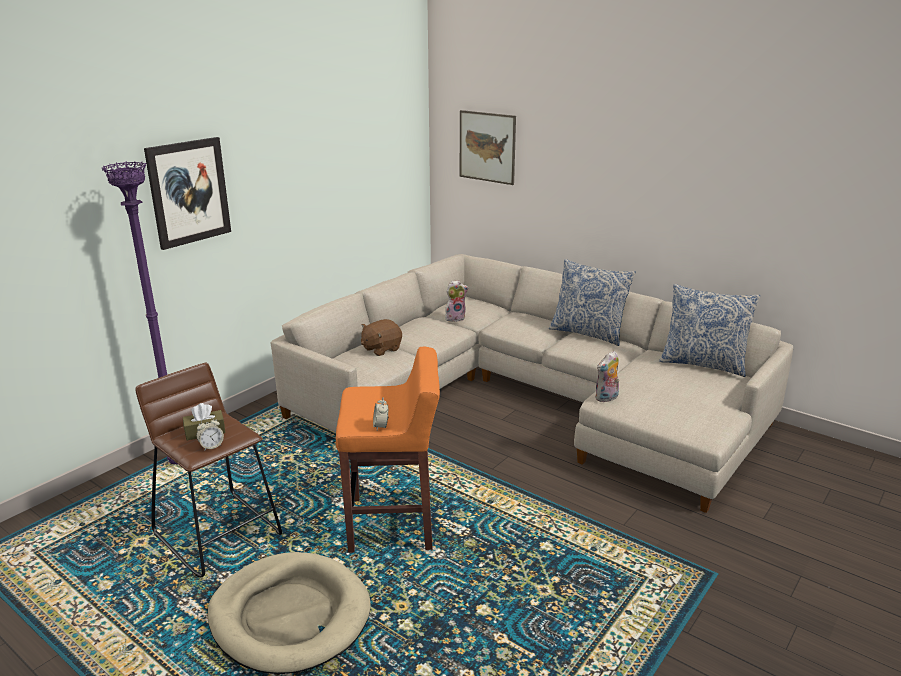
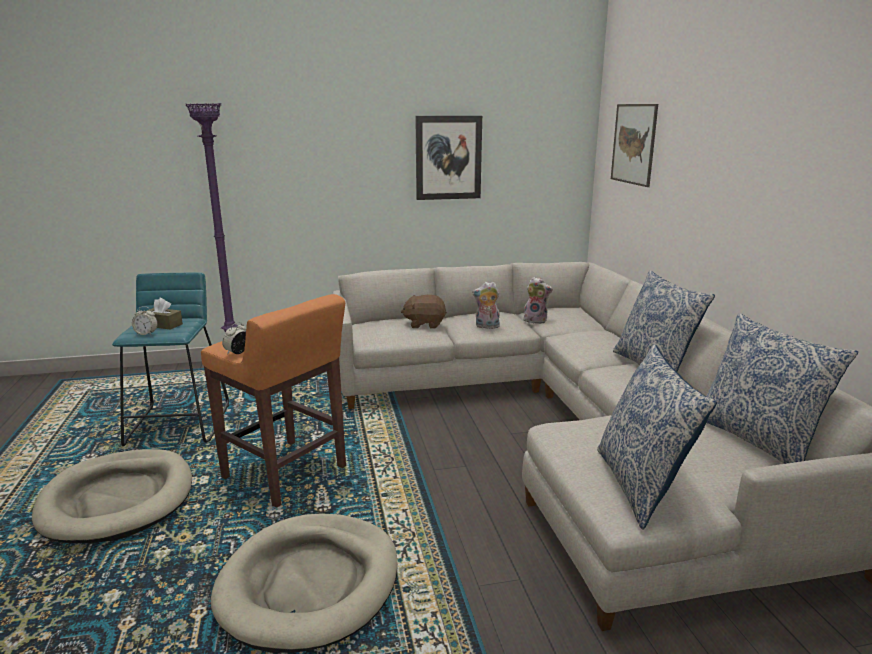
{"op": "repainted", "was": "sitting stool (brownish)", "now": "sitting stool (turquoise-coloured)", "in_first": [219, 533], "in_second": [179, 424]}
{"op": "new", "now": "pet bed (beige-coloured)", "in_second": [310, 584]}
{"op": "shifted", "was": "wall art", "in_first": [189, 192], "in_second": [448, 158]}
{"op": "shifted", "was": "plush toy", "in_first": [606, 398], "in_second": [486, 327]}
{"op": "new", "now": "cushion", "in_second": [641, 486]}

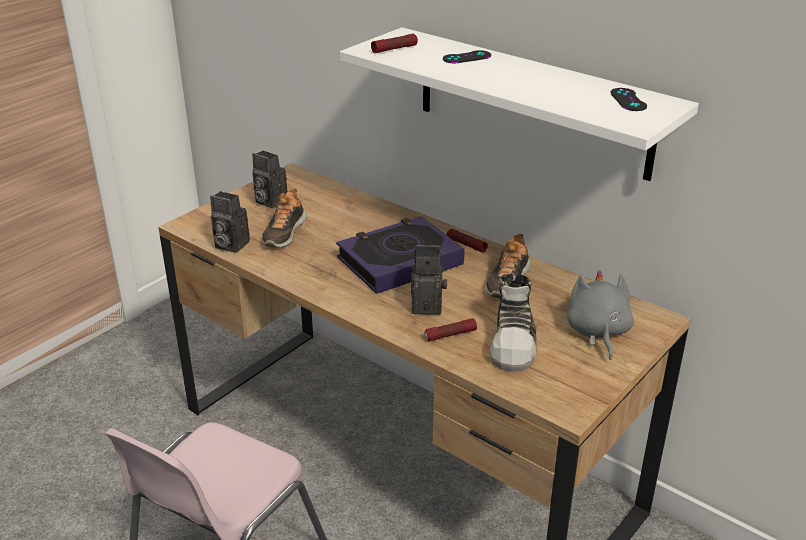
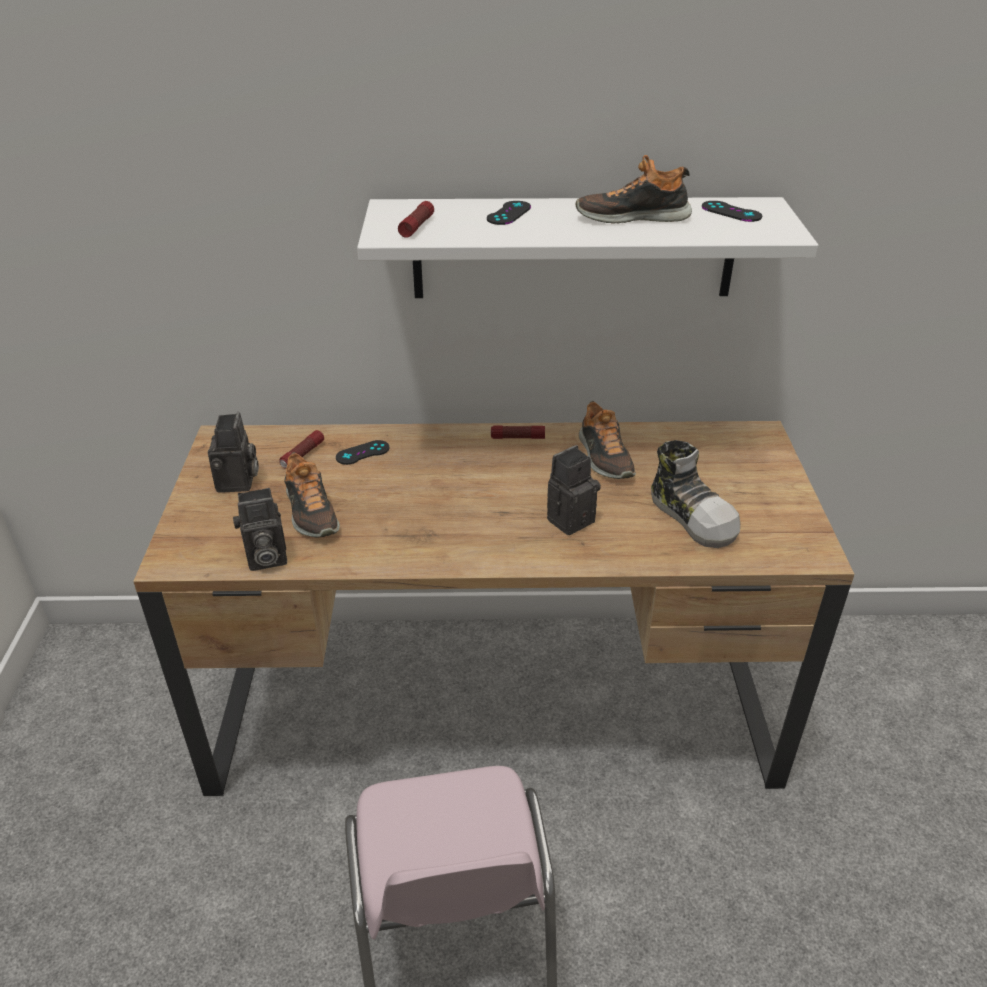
{"op": "rotated", "was": "still camera", "in_first": [269, 201], "in_second": [238, 483], "clockwise": -90}
{"op": "shifted", "was": "torch", "in_first": [450, 335], "in_second": [302, 455]}
{"op": "new", "now": "gamepad (blackish)", "in_second": [362, 453]}
{"op": "new", "now": "shoe", "in_second": [632, 217]}
{"op": "gone", "was": "volume", "in_first": [399, 261]}
{"op": "gone", "was": "plush toy (gray)", "in_first": [597, 332]}

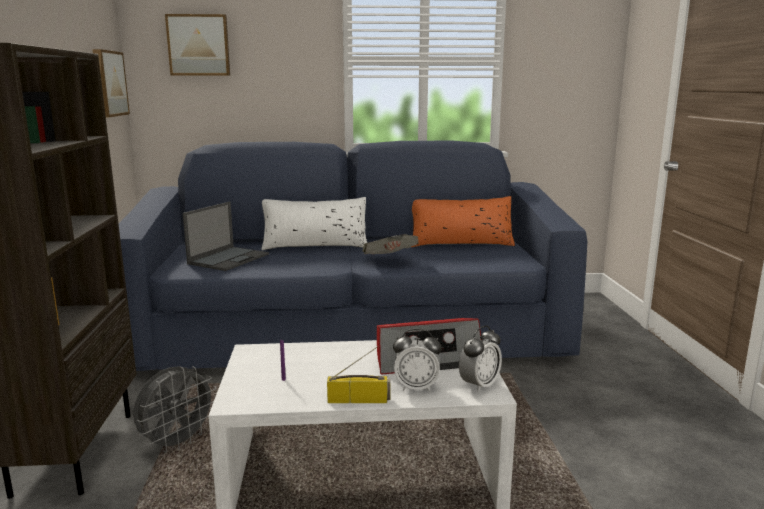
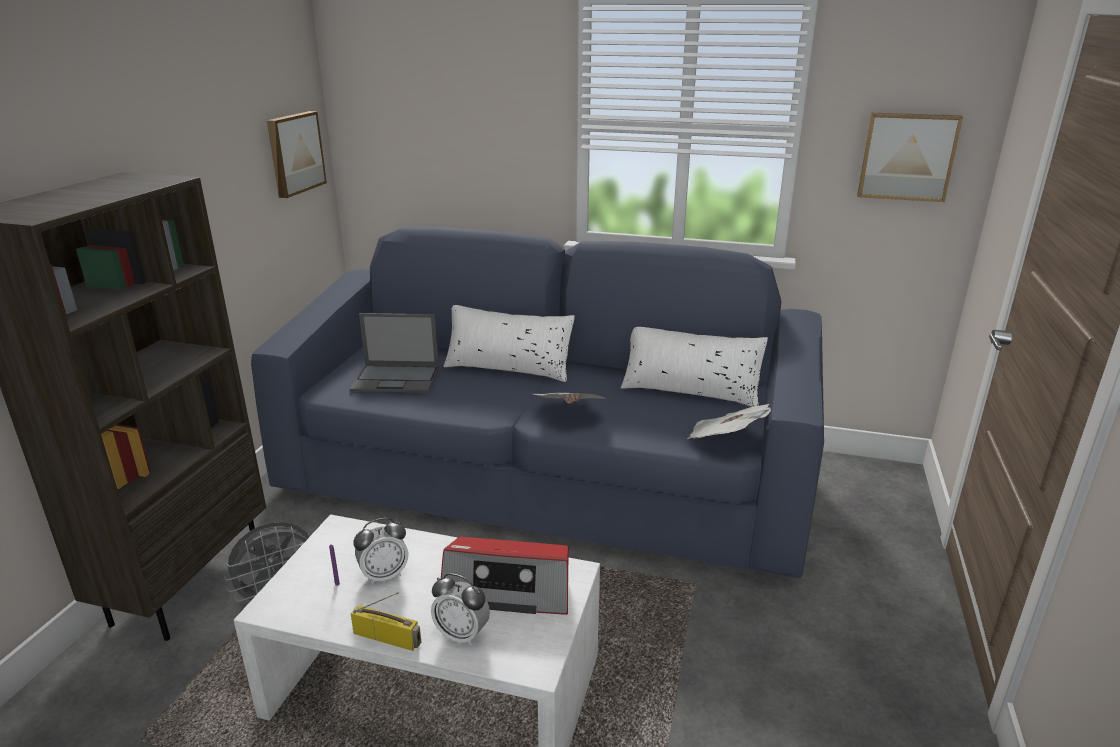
{"op": "rotated", "was": "laptop", "in_first": [229, 259], "in_second": [397, 379], "clockwise": 45}
{"op": "shifted", "was": "table clock", "in_first": [479, 385], "in_second": [384, 575]}
{"op": "repainted", "was": "cushion (orange-coloured)", "now": "cushion (whitish)", "in_first": [461, 243], "in_second": [690, 391]}
{"op": "new", "now": "newspaper", "in_second": [725, 440]}
{"op": "shifted", "was": "wall art", "in_first": [199, 45], "in_second": [907, 156]}

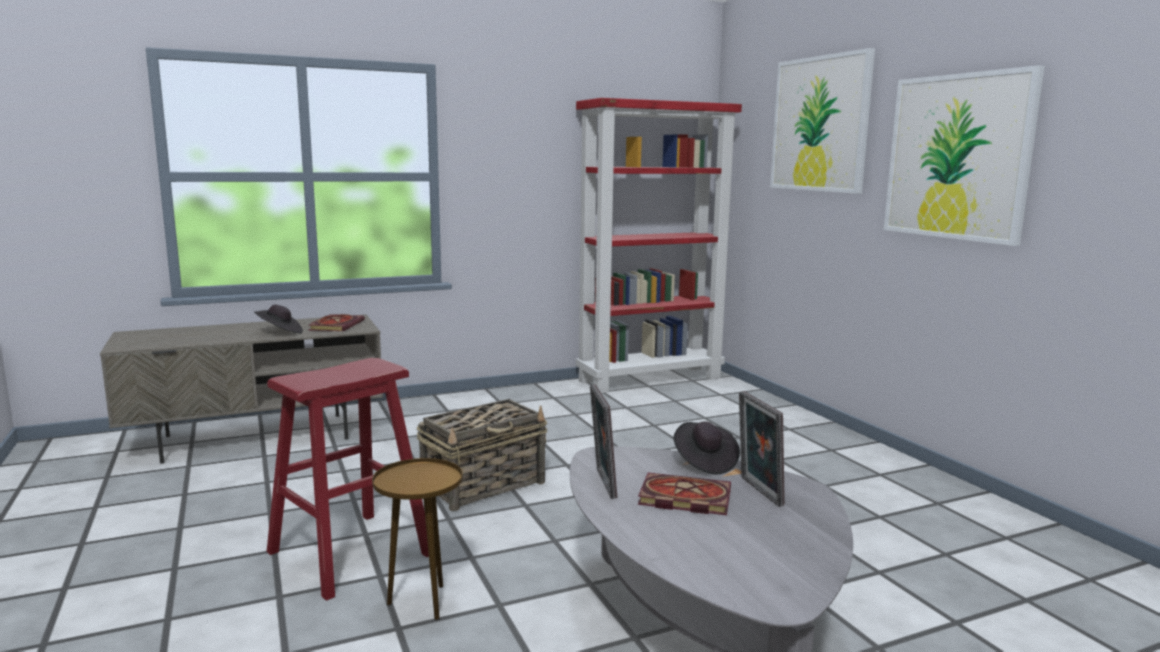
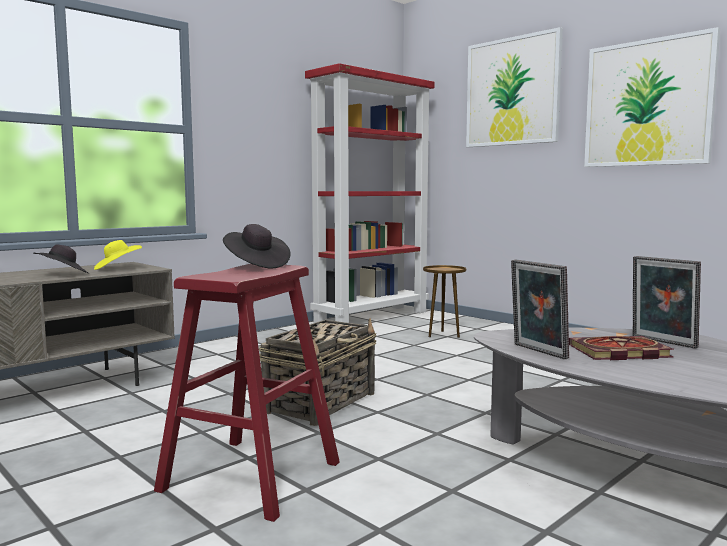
{"op": "swapped", "was": "volume", "now": "hat (yellowish)", "in_first": [336, 325], "in_second": [117, 268]}
{"op": "shifted", "was": "hat (blackish)", "in_first": [704, 462], "in_second": [256, 265]}
{"op": "shifted", "was": "accent table (brownish)", "in_first": [422, 602], "in_second": [443, 335]}

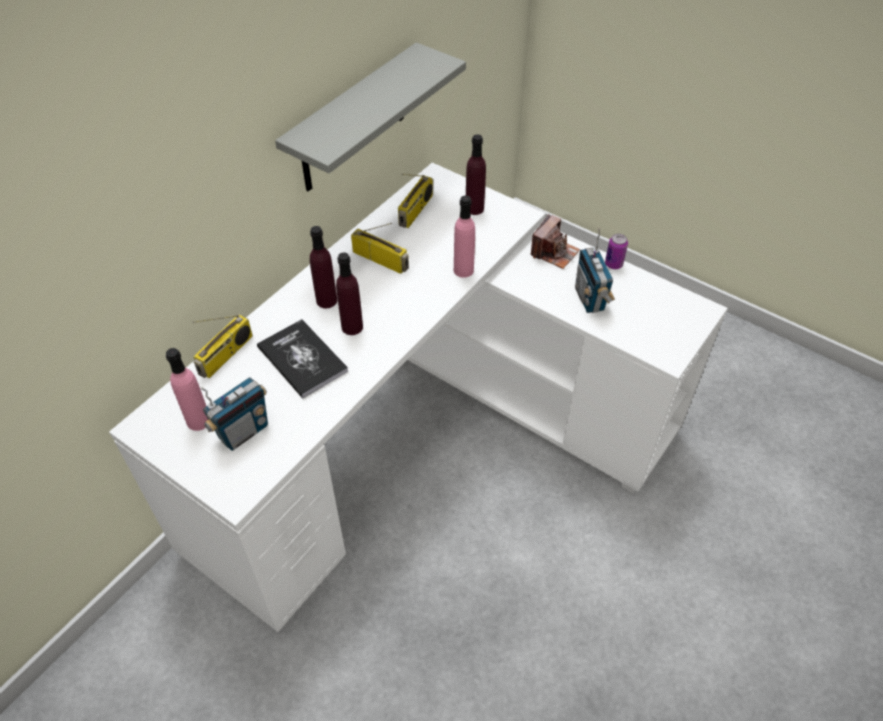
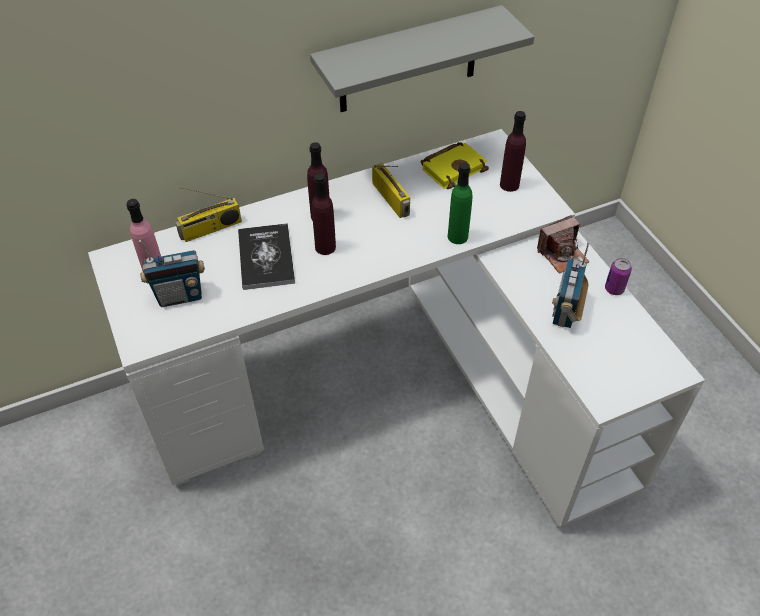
{"op": "swapped", "was": "radio", "now": "volume (yellowish)", "in_first": [416, 211], "in_second": [453, 167]}
{"op": "repainted", "was": "beverage bottle (pink-coloured)", "now": "beverage bottle (greenish)", "in_first": [463, 270], "in_second": [457, 236]}

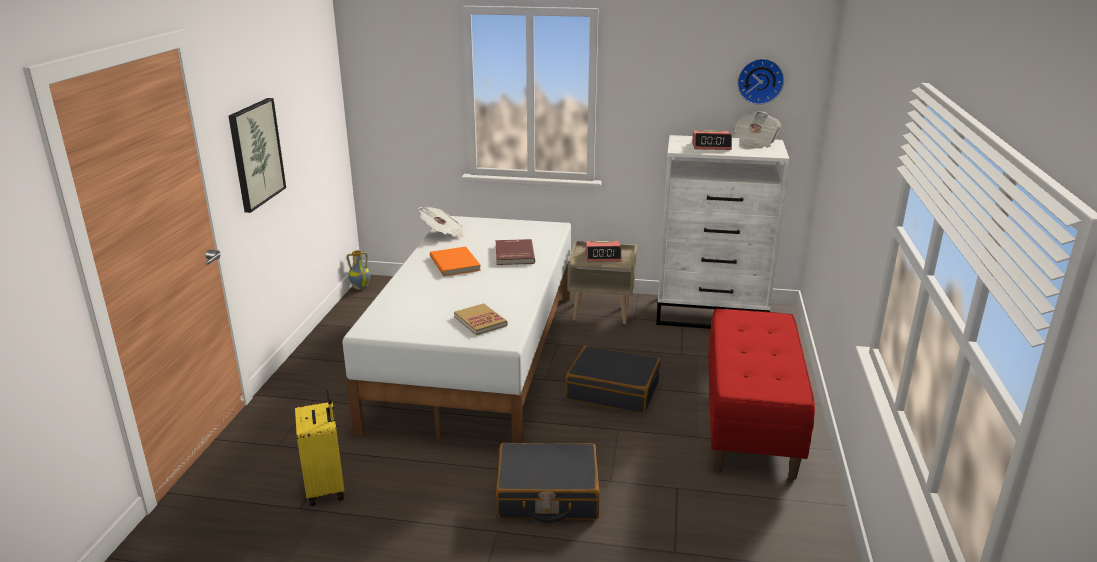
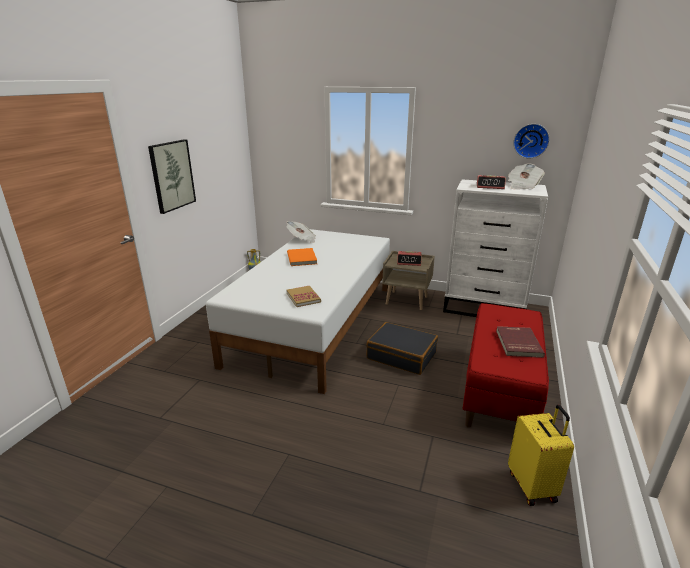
{"op": "shifted", "was": "volume (reddish)", "in_first": [513, 254], "in_second": [517, 343]}
{"op": "shifted", "was": "piece of luggage (yellowish)", "in_first": [327, 488], "in_second": [533, 486]}
{"op": "gone", "was": "piece of luggage (blackish)", "in_first": [547, 495]}

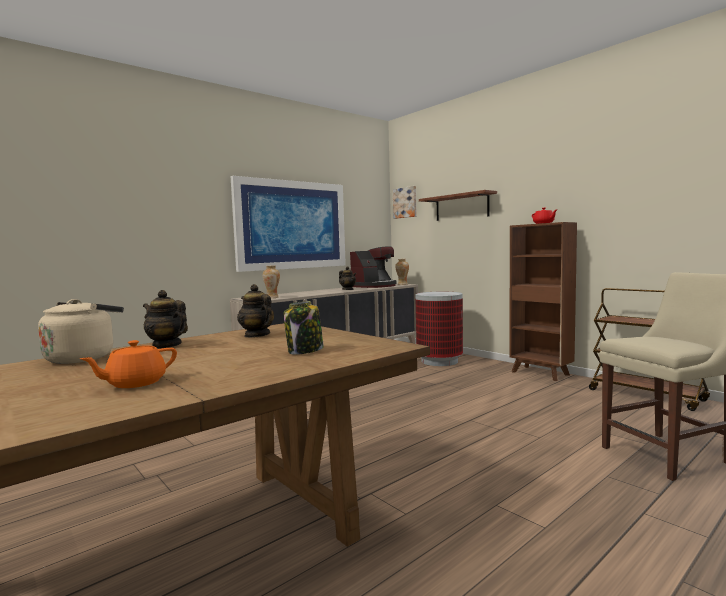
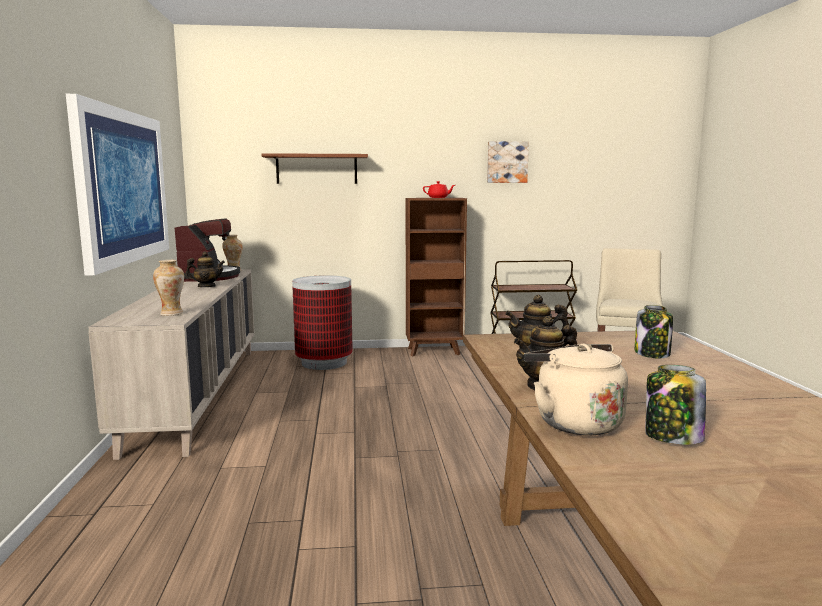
{"op": "shifted", "was": "wall art", "in_first": [405, 202], "in_second": [507, 162]}
{"op": "new", "now": "preserve jar", "in_second": [672, 437]}
{"op": "gone", "was": "teapot (orange-coloured)", "in_first": [135, 383]}

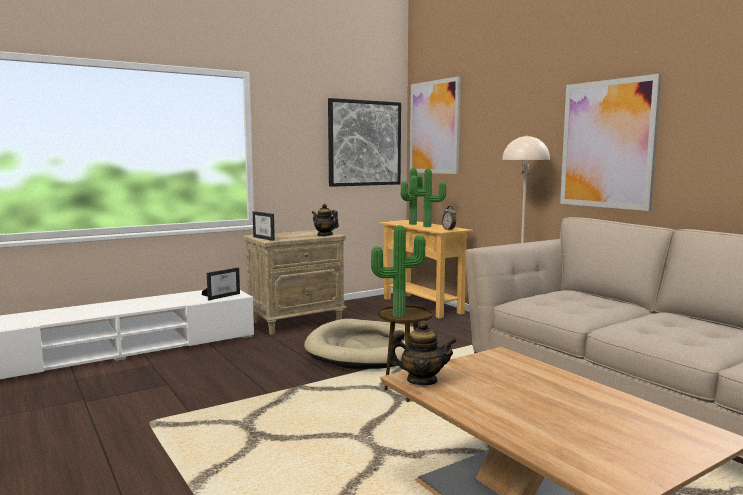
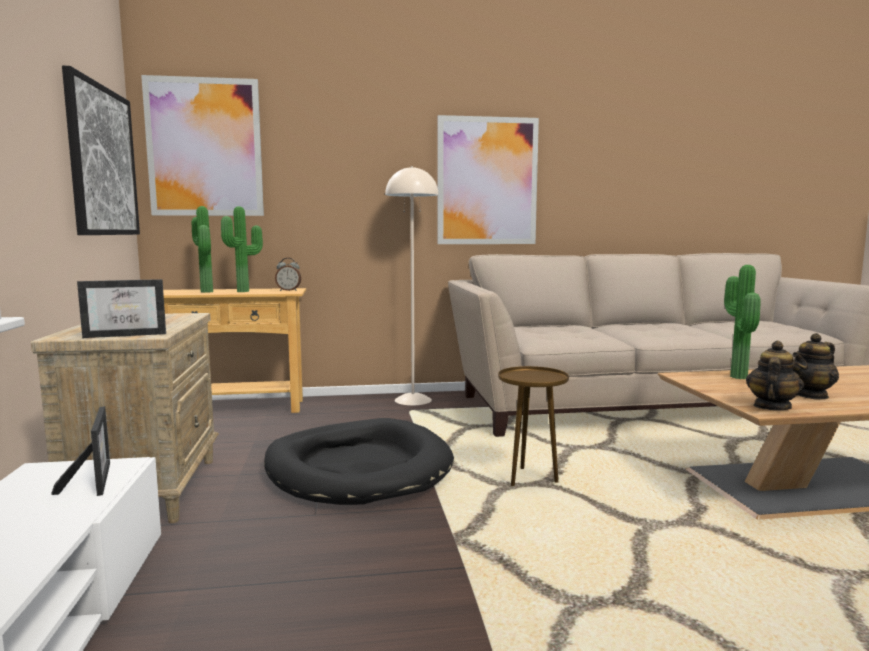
{"op": "repainted", "was": "pet bed (beige-coloured)", "now": "pet bed (blackish)", "in_first": [367, 350], "in_second": [358, 468]}
{"op": "shifted", "was": "houseplant", "in_first": [397, 314], "in_second": [735, 377]}
{"op": "shifted", "was": "teapot", "in_first": [324, 235], "in_second": [810, 395]}

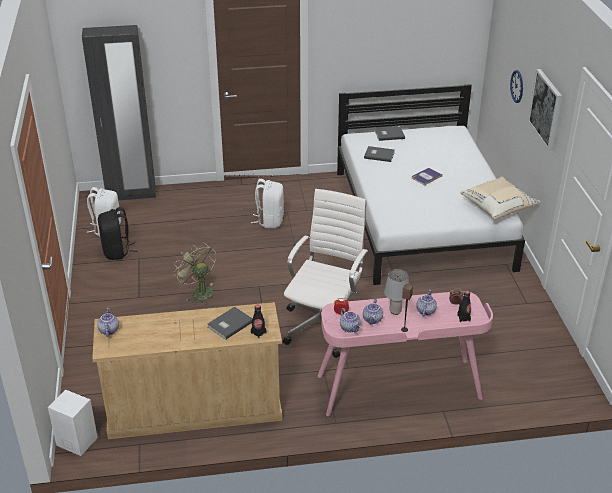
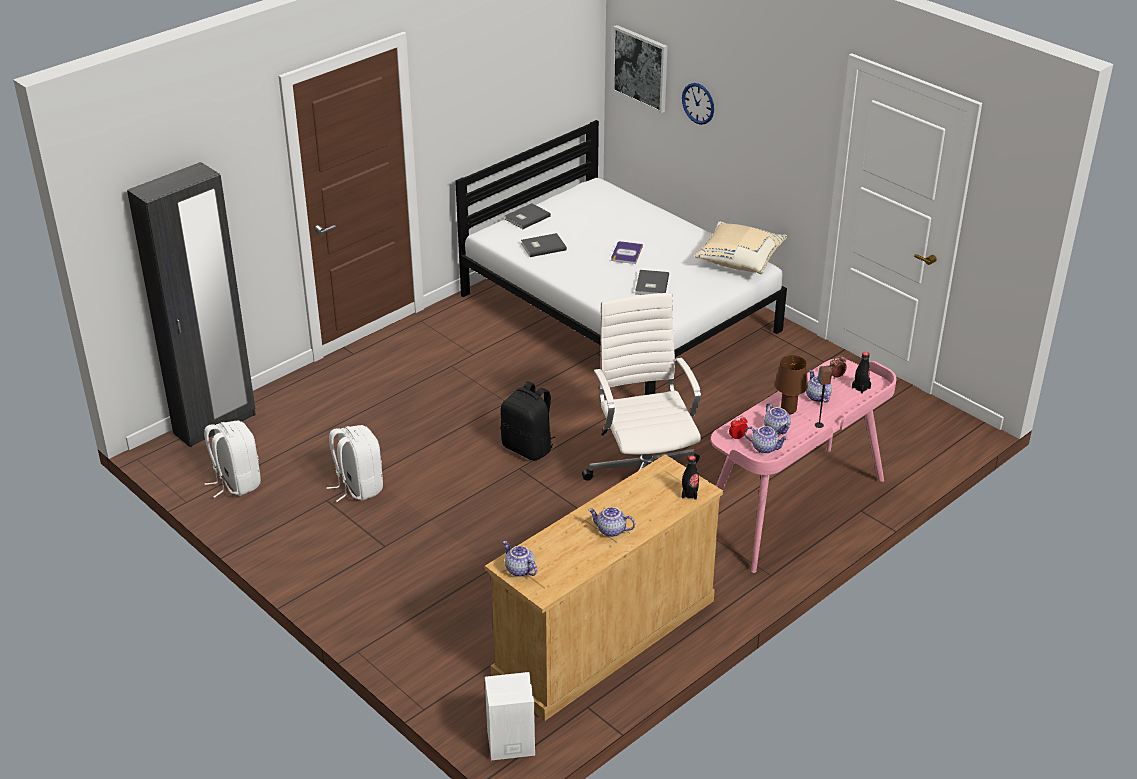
{"op": "shifted", "was": "rucksack (whitish)", "in_first": [270, 220], "in_second": [358, 487]}
{"op": "shifted", "was": "rucksack (blackish)", "in_first": [117, 251], "in_second": [528, 448]}
{"op": "new", "now": "teapot", "in_second": [610, 531]}
{"op": "shifted", "was": "wall art", "in_first": [546, 108], "in_second": [640, 68]}
{"op": "shifted", "was": "volume (gray)", "in_first": [229, 324], "in_second": [651, 285]}
{"op": "repainted", "was": "table lamp (gray)", "now": "table lamp (brownish)", "in_first": [395, 311], "in_second": [788, 410]}
{"op": "gone", "was": "electric fan (greenish)", "in_first": [198, 292]}

